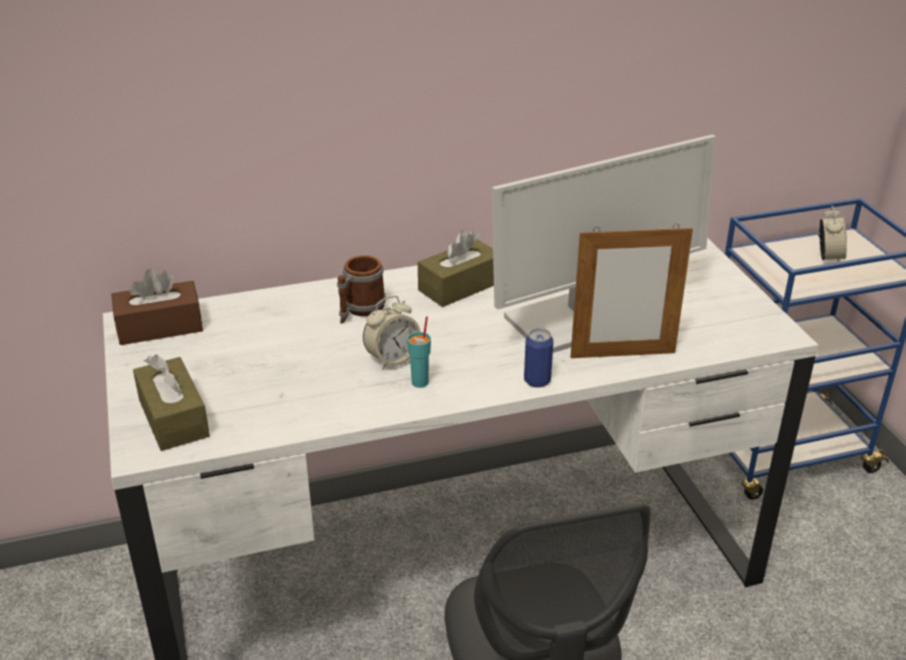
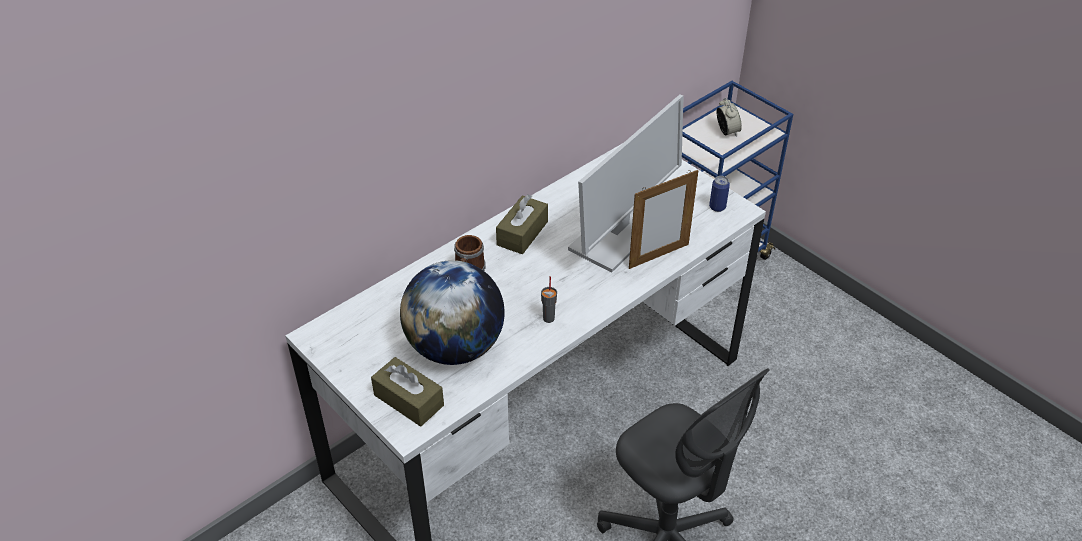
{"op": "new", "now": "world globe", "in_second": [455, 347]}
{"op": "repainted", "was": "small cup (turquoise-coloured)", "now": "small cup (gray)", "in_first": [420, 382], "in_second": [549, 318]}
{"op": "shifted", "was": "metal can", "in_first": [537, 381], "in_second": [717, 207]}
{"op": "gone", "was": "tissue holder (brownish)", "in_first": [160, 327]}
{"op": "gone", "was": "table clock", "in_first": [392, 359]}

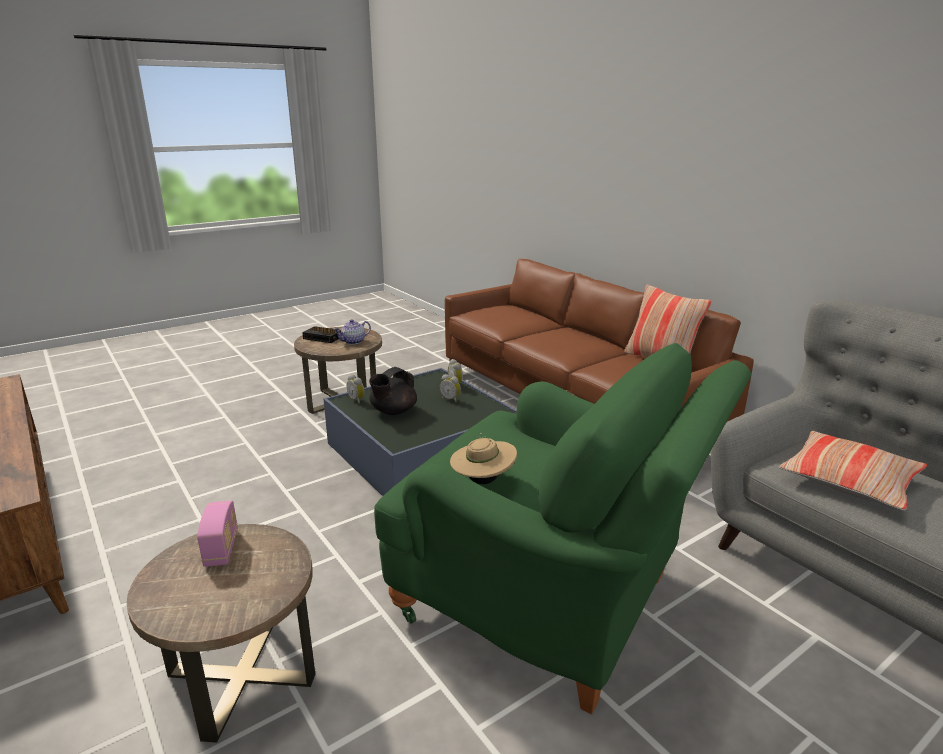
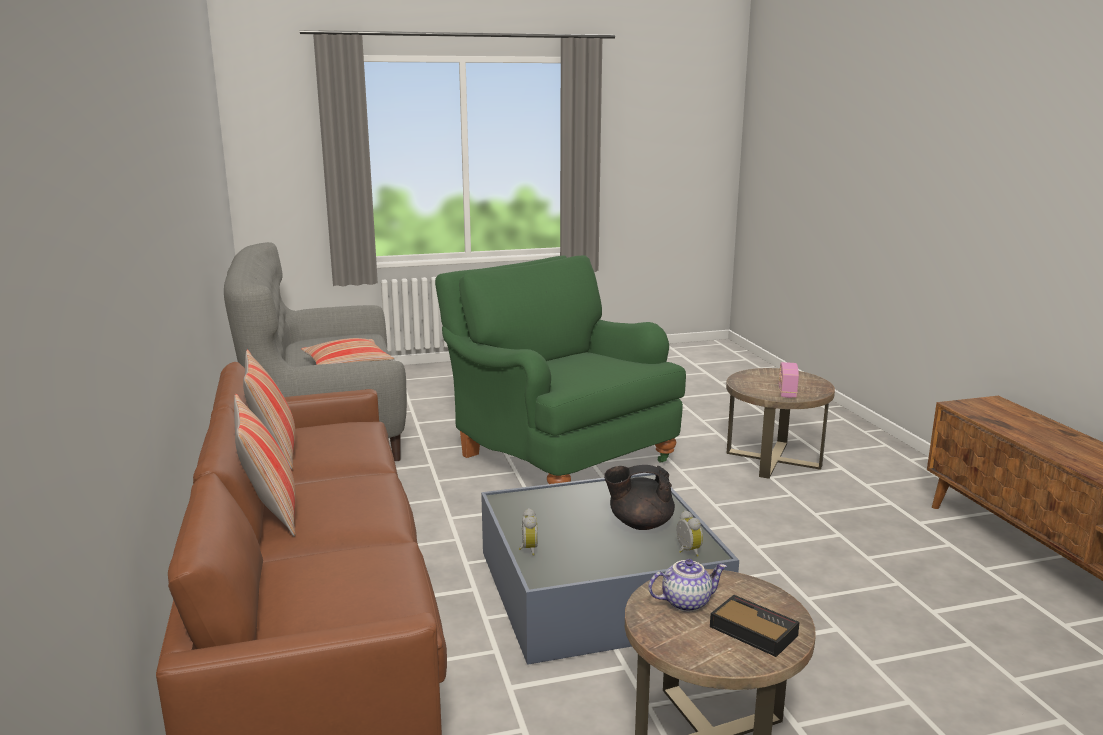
{"op": "new", "now": "cushion", "in_second": [271, 512]}
{"op": "rotated", "was": "teapot (blackish)", "in_first": [393, 411], "in_second": [639, 524], "clockwise": -150}
{"op": "gone", "was": "table clock", "in_first": [451, 399]}
{"op": "gone", "was": "hat (beige-coloured)", "in_first": [483, 480]}

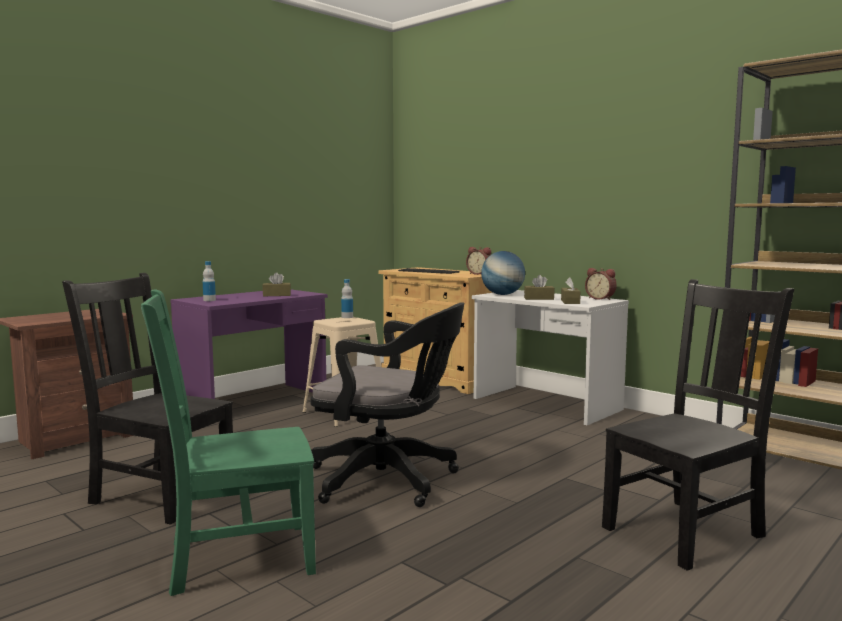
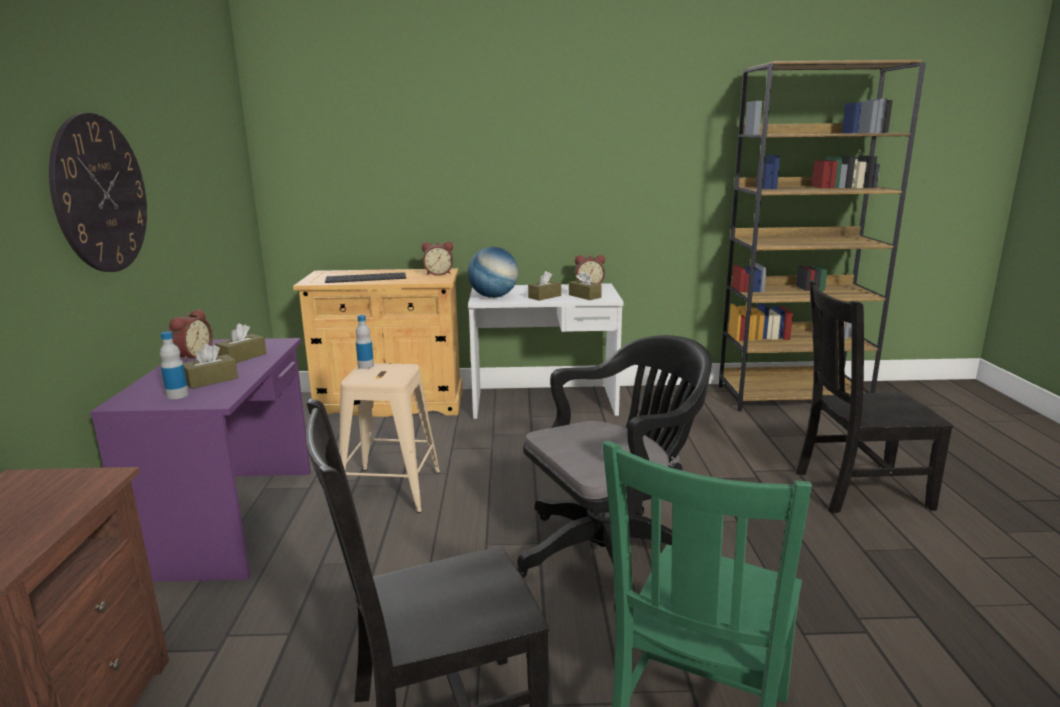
{"op": "new", "now": "wall clock", "in_second": [100, 194]}
{"op": "new", "now": "table clock", "in_second": [191, 356]}
{"op": "new", "now": "tissue holder (brownish)", "in_second": [211, 380]}
{"op": "rotated", "was": "chair (blackish)", "in_first": [686, 531], "in_second": [856, 490], "clockwise": -105}

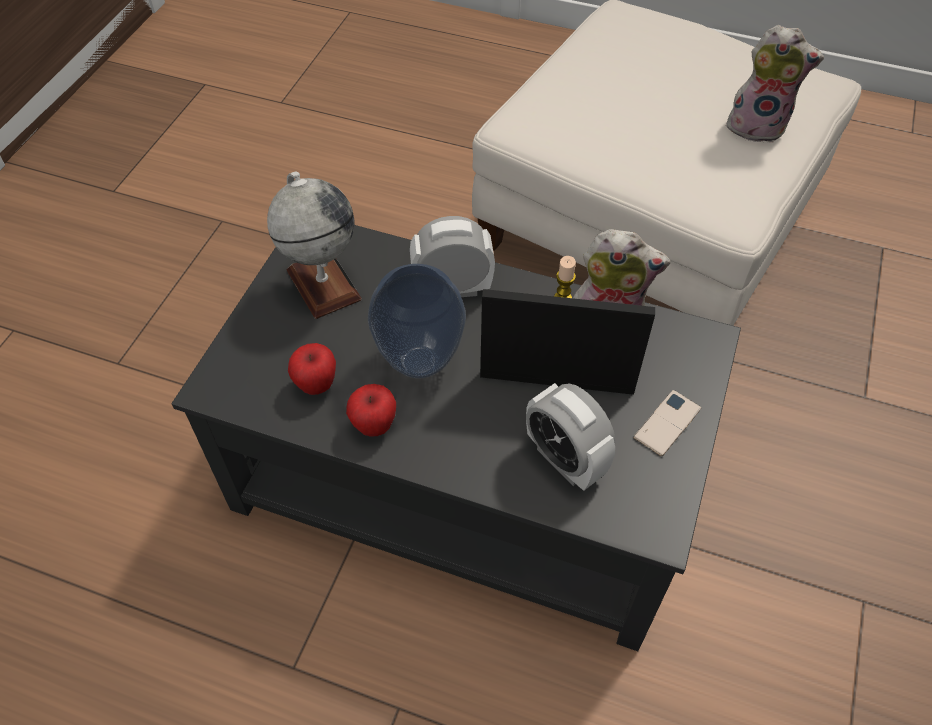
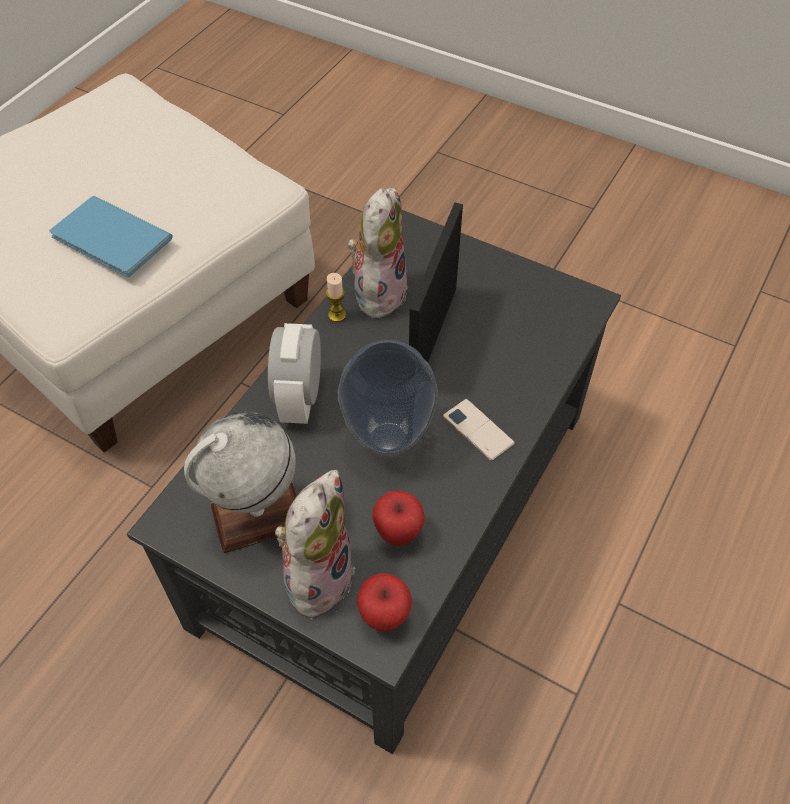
{"op": "new", "now": "volume (bluish)", "in_second": [111, 240]}
{"op": "shifted", "was": "plush toy", "in_first": [758, 126], "in_second": [317, 575]}
{"op": "shifted", "was": "apple", "in_first": [374, 426], "in_second": [384, 616]}
{"op": "shifted", "was": "handset", "in_first": [667, 423], "in_second": [478, 430]}
{"op": "gone", "was": "table clock", "in_first": [564, 460]}

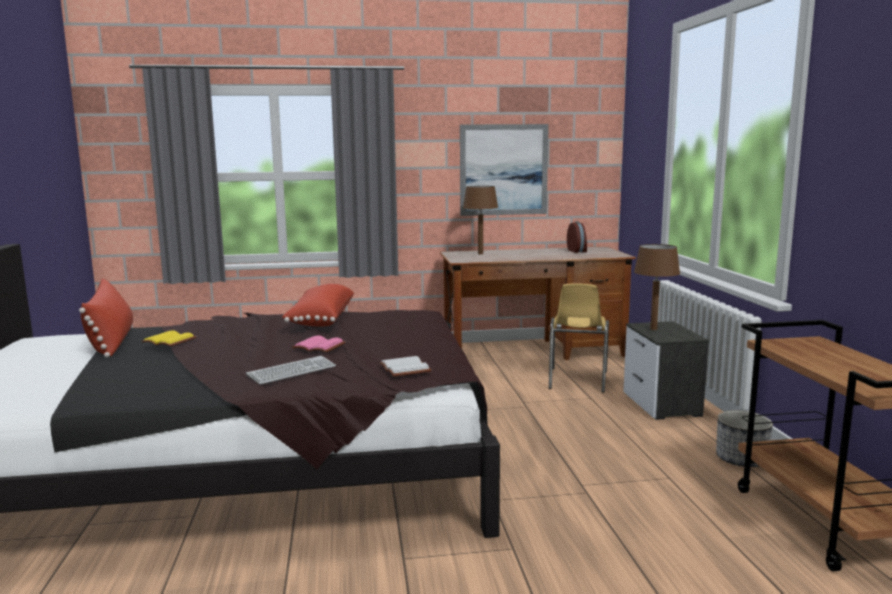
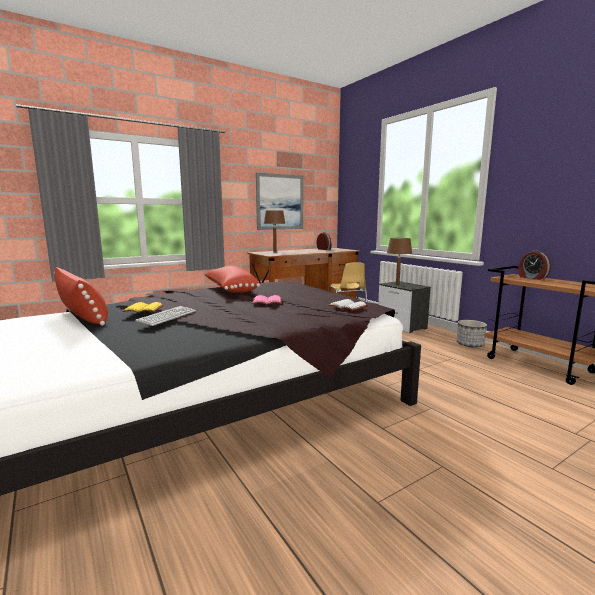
{"op": "shifted", "was": "computer keyboard", "in_first": [292, 371], "in_second": [167, 317]}
{"op": "new", "now": "table clock", "in_second": [532, 278]}

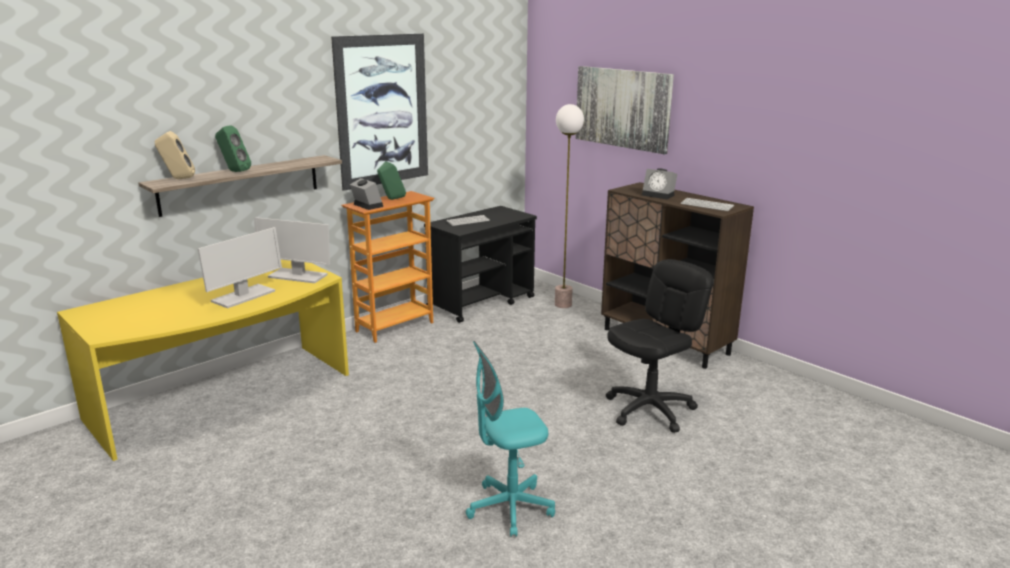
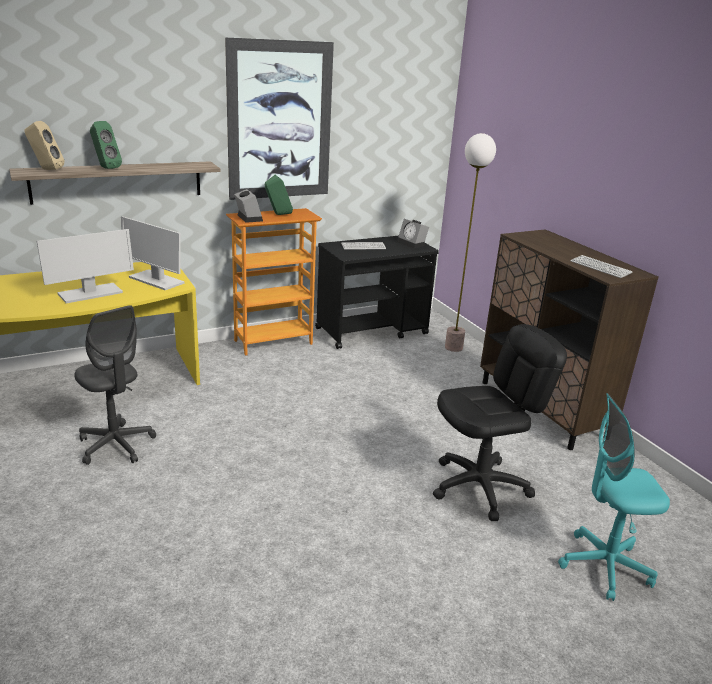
{"op": "new", "now": "office chair (gray)", "in_second": [116, 445]}
{"op": "shifted", "was": "table clock", "in_first": [659, 195], "in_second": [412, 243]}
{"op": "shifted", "was": "office chair (turquoise-coloured)", "in_first": [510, 508], "in_second": [604, 566]}
{"op": "gone", "was": "wall art", "in_first": [622, 108]}

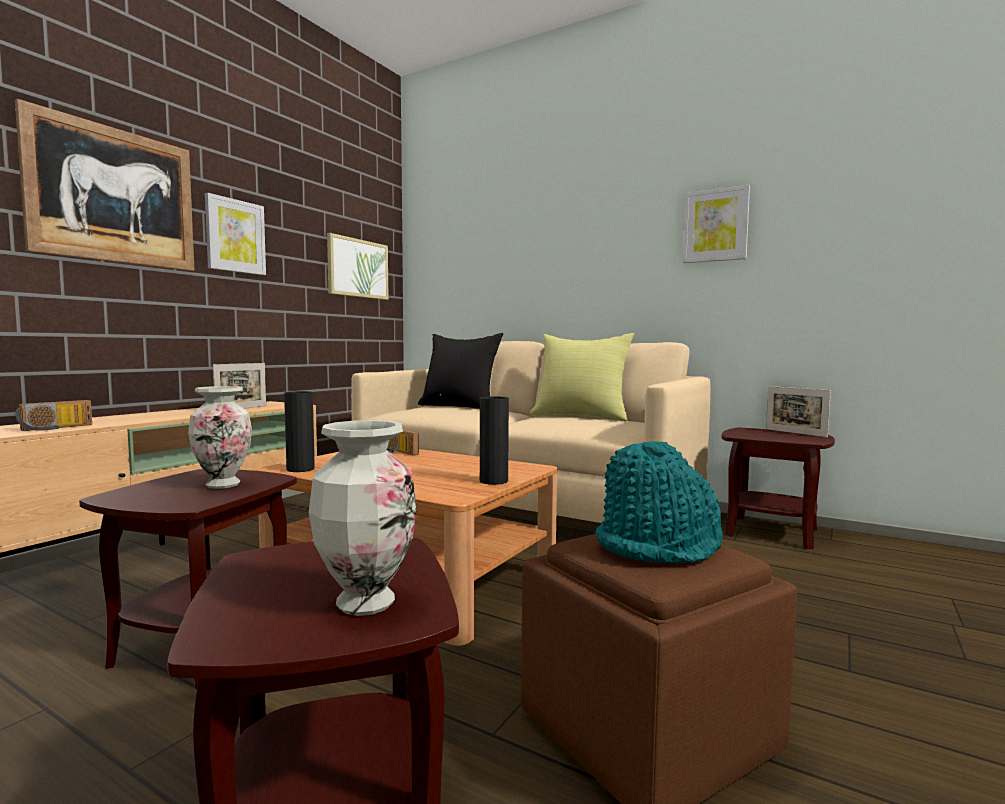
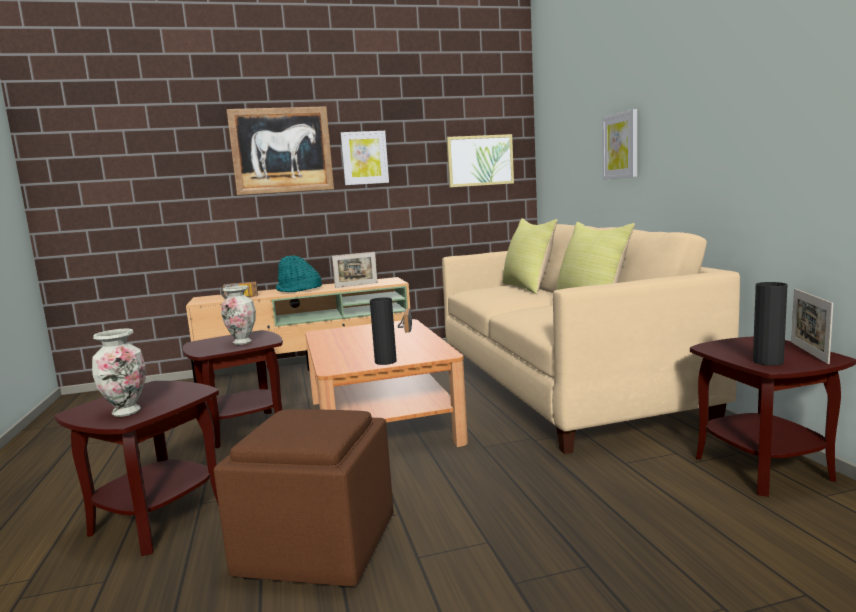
{"op": "shifted", "was": "hat (turquoise-coloured)", "in_first": [659, 545], "in_second": [298, 290]}
{"op": "repainted", "was": "cushion (blackish)", "now": "cushion (yellowish)", "in_first": [460, 407], "in_second": [529, 287]}
{"op": "shifted", "was": "wall art", "in_first": [715, 225], "in_second": [621, 146]}
{"op": "shifted", "was": "decorative vase (blackish)", "in_first": [300, 469], "in_second": [768, 361]}

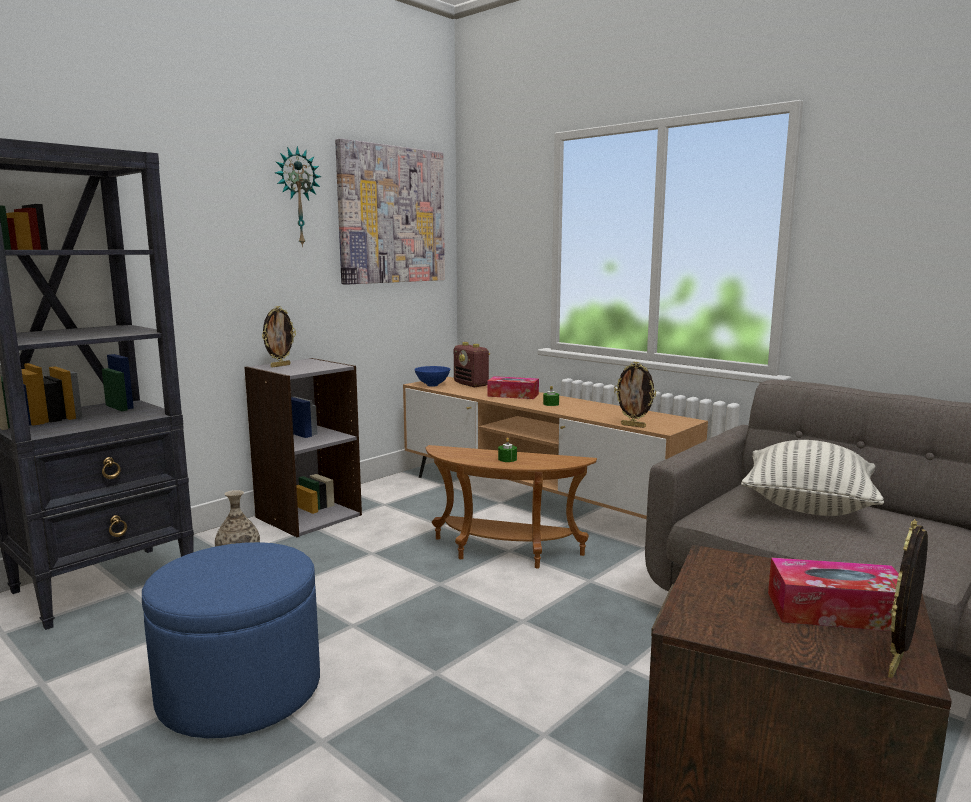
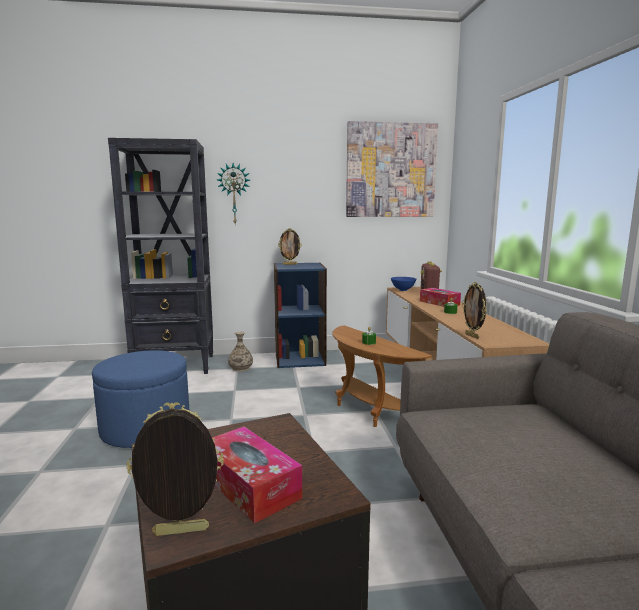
{"op": "shifted", "was": "wall clock", "in_first": [297, 197], "in_second": [234, 194]}
{"op": "repainted", "was": "bookshelf (gray)", "now": "bookshelf (bluish)", "in_first": [308, 516], "in_second": [300, 359]}
{"op": "gone", "was": "cushion", "in_first": [807, 506]}

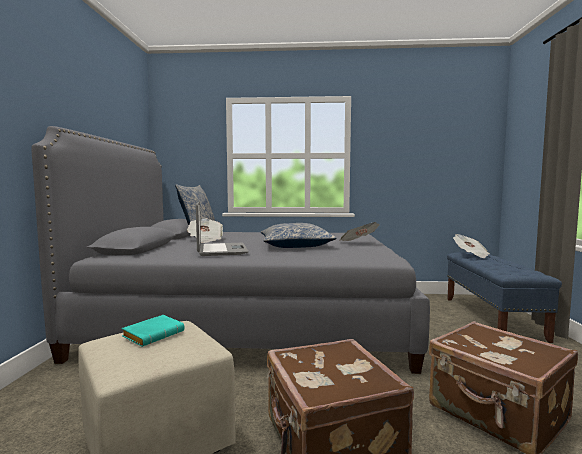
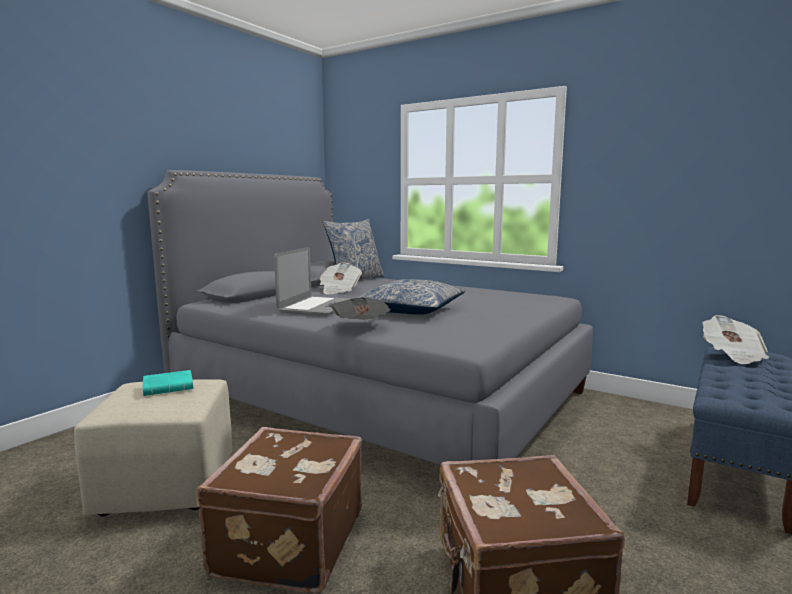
{"op": "shifted", "was": "newspaper", "in_first": [358, 243], "in_second": [361, 326]}

